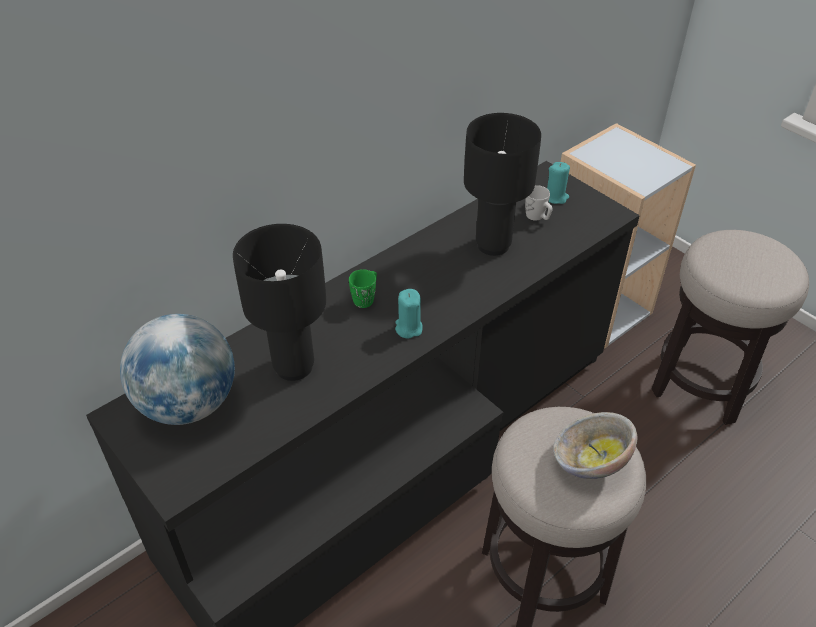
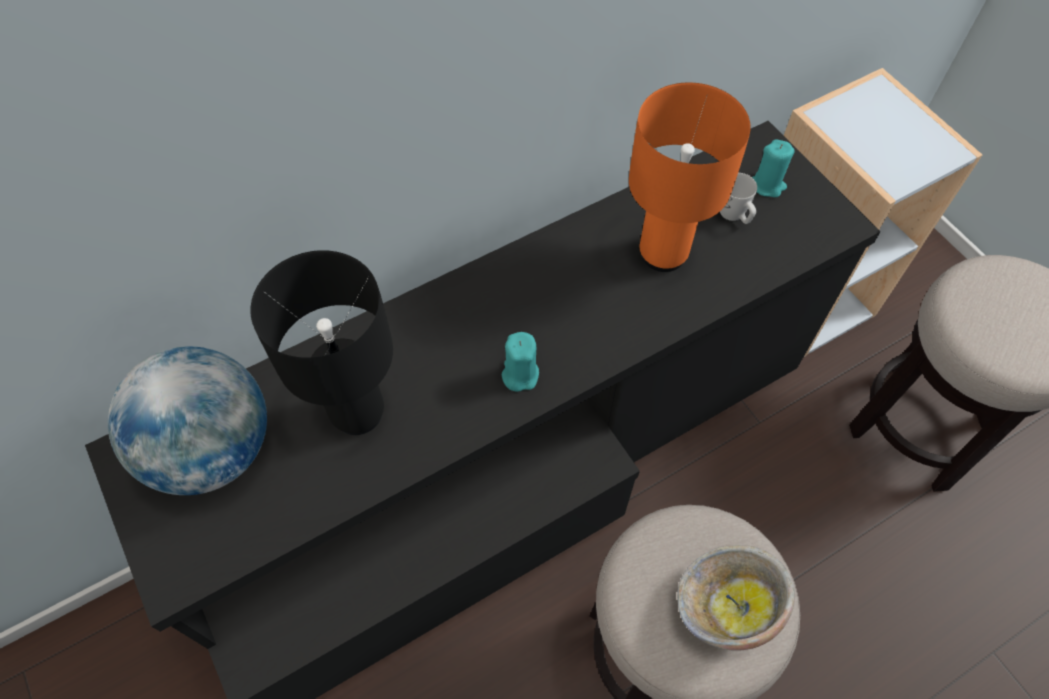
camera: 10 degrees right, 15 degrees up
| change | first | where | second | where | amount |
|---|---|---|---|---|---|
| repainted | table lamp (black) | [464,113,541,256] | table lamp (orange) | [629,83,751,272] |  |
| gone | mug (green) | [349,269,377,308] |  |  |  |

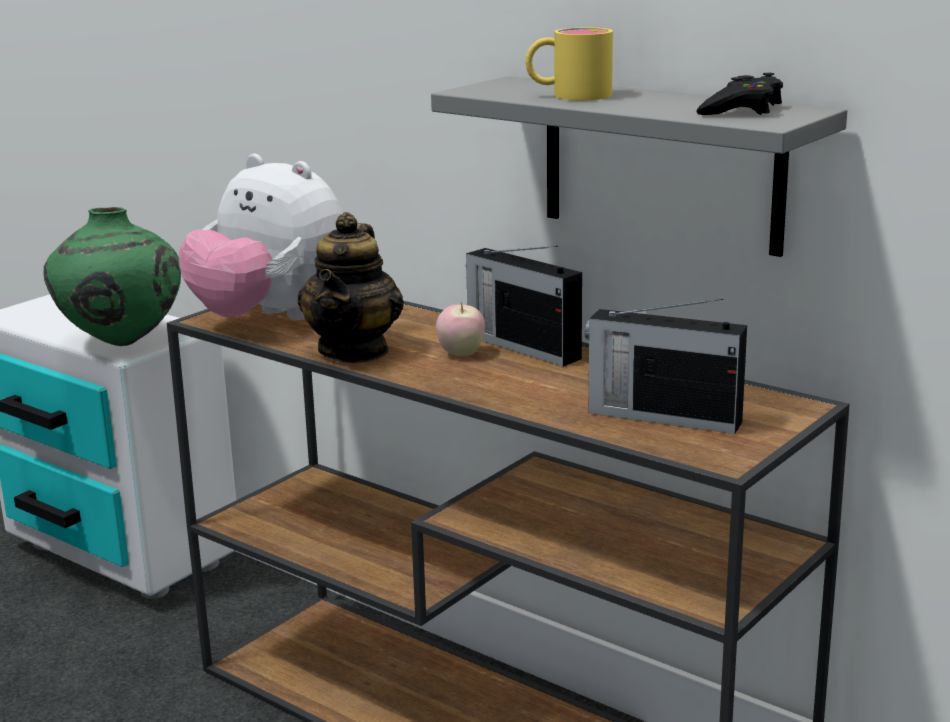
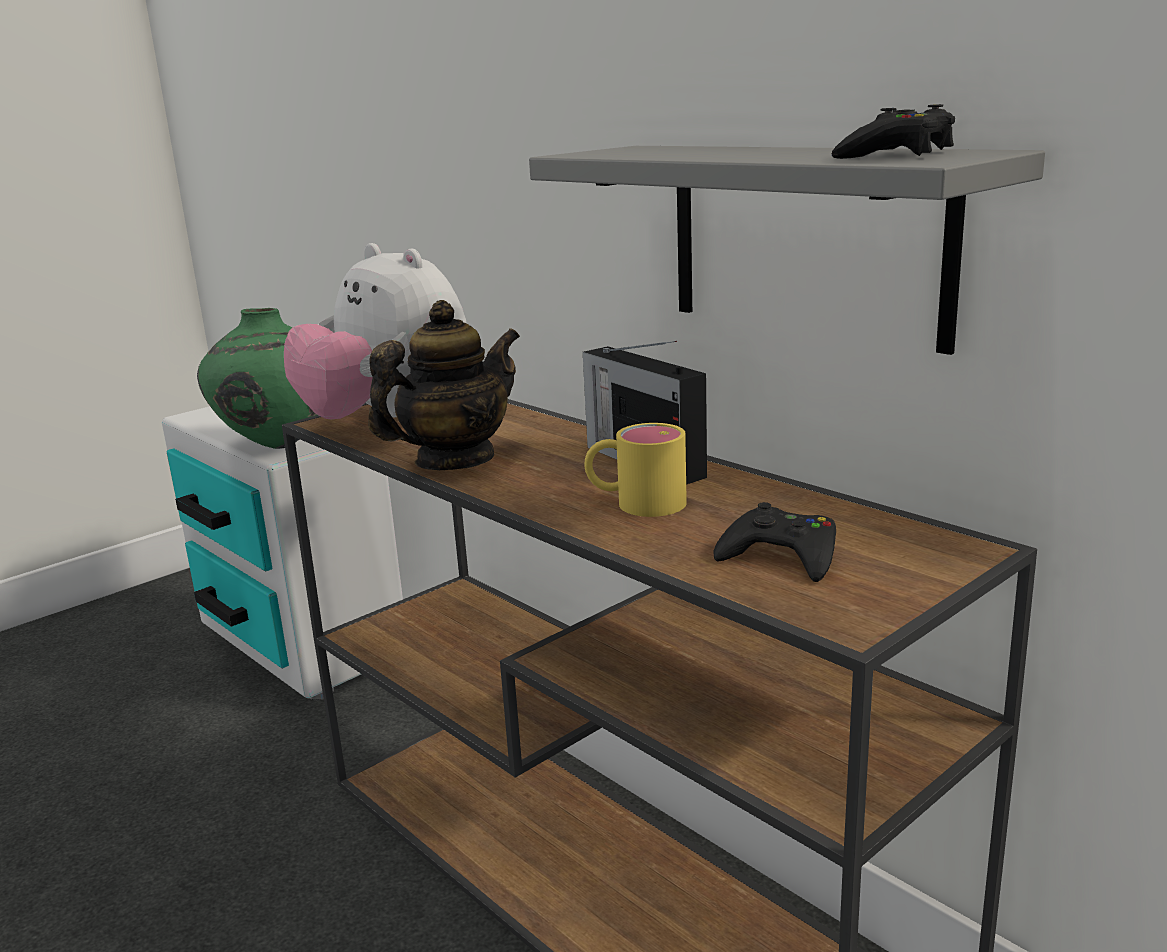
camera: 10 degrees right, 0 degrees up
| change | first | where | second | where | amount |
|---|---|---|---|---|---|
| shifted | mug (yellow) | [525,27,613,100] |  | [584,423,687,517] |  |
| rotated | teapot | [297,212,404,363] |  | [368,300,520,470] | 150 degrees counterclockwise |
| swapped | radio | [585,299,747,434] | game controller (black) | [713,502,836,582] |  |
| gone | apple | [436,302,485,356] |  |  |  |

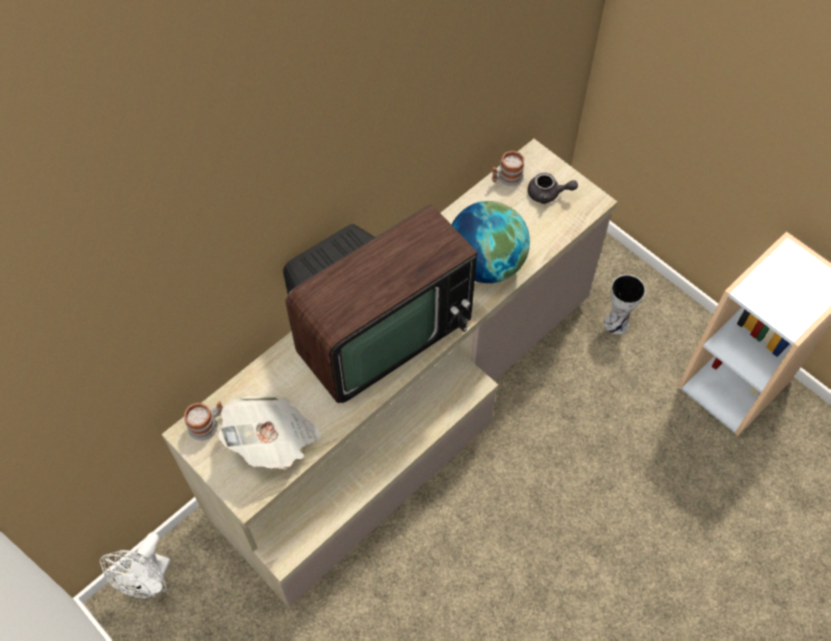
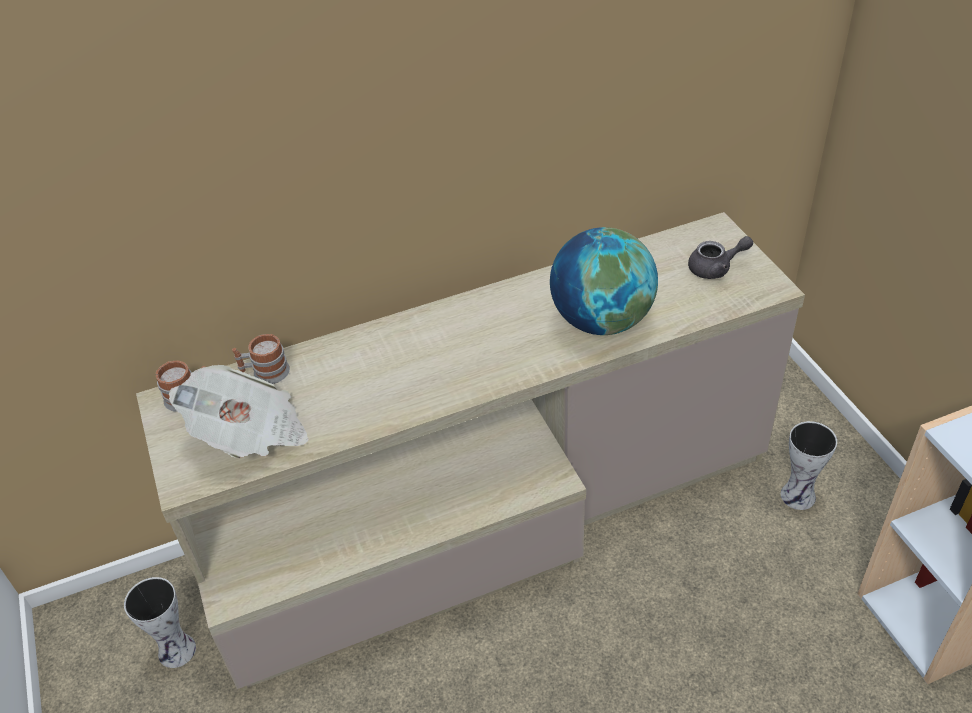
camera: 25 degrees right, 15 degrees down
| change | first | where | second | where | amount |
|---|---|---|---|---|---|
| shifted | mug | [492,151,525,186] |  | [232,334,290,384] |  |
| rotated | teapot (grey) | [528,172,578,204] |  | [688,236,753,279] | 45 degrees counterclockwise |
| gone | television | [283,204,477,403] |  |  |  |
| gone | fan (white) | [100,532,171,598] |  |  |  |
| new |  |  | vase | [124,577,196,668] |  |

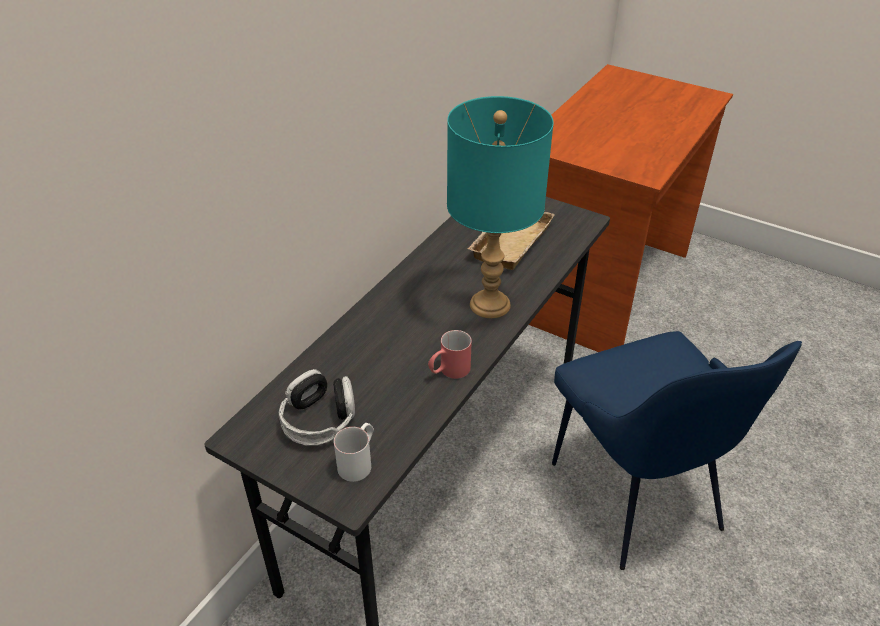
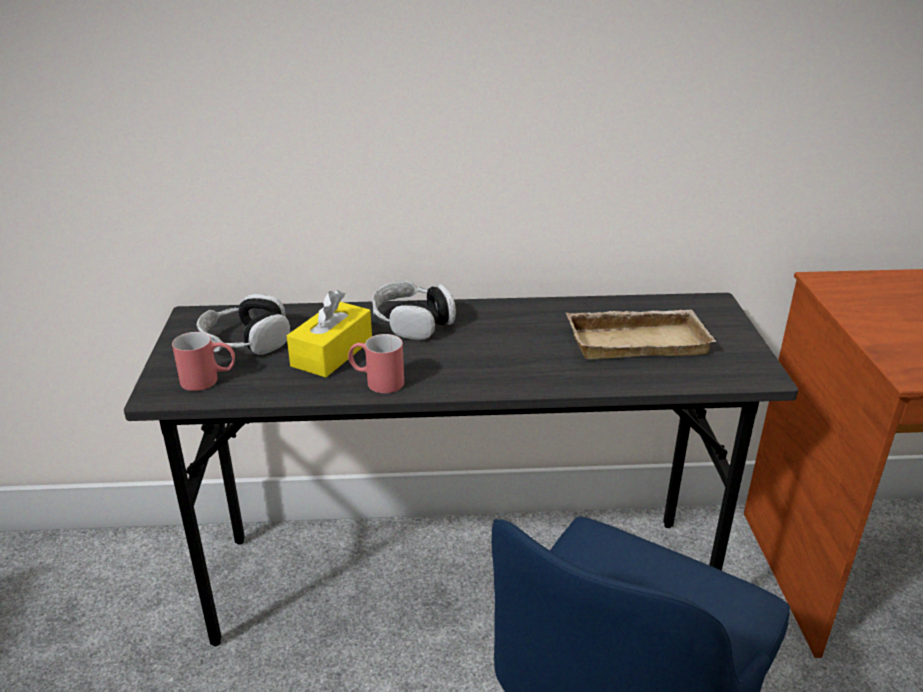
camera: 55 degrees right, 10 degrees down
| change | first | where | second | where | amount |
|---|---|---|---|---|---|
| gone | table lamp (turquoise) | [447,96,554,318] |  |  |  |
| repainted | mug (white) | [334,423,374,482] | mug (red) | [172,332,235,391] |  |
| new |  |  | headphones | [372,281,456,340] |  |
| new |  |  | tissue box (yellow) | [287,290,372,377] |  |

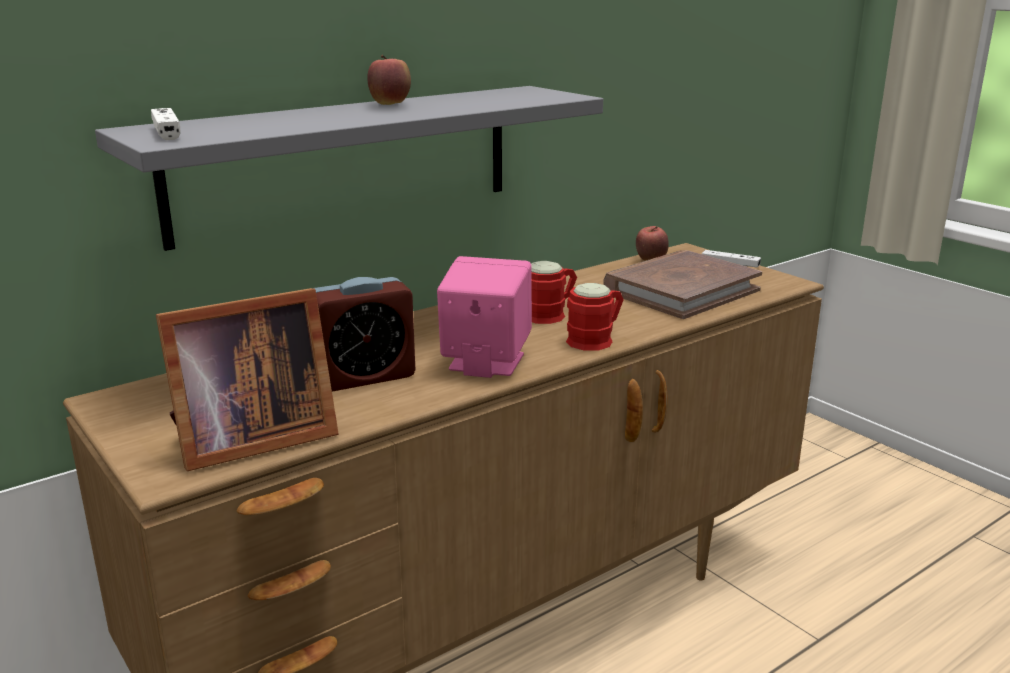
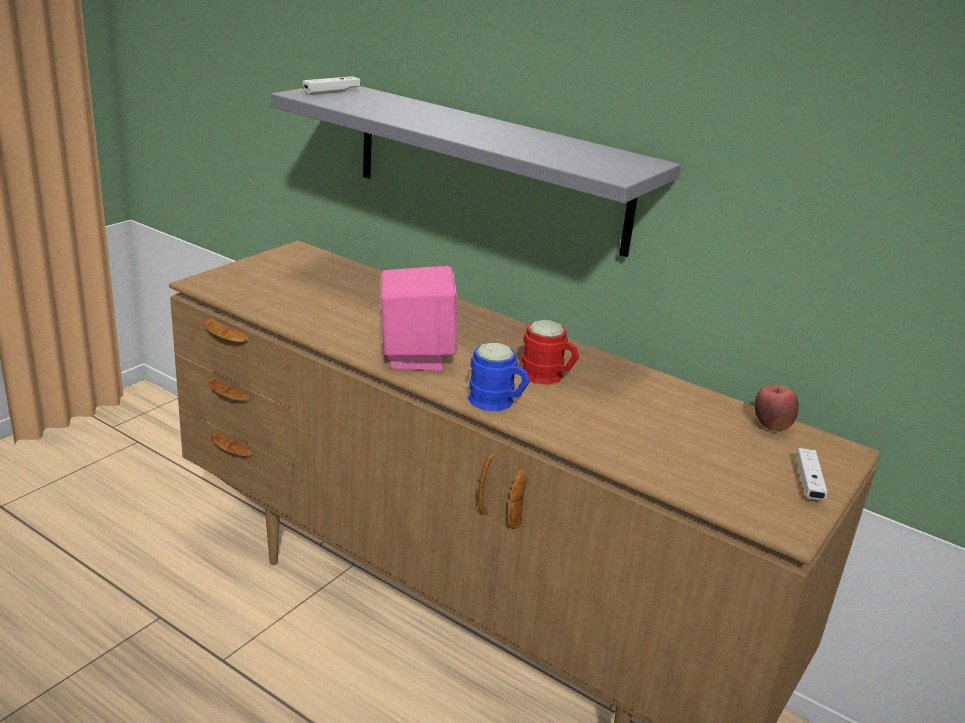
camera: 70 degrees right, 5 degrees up
| change | first | where | second | where | amount |
|---|---|---|---|---|---|
| gone | apple | [367,55,411,105] |  |  |  |
| gone | book (brown) | [603,250,762,319] |  |  |  |
| gone | alarm clock | [314,277,415,392] |  |  |  |
| repainted | mug (red) | [566,283,624,350] | mug (blue) | [468,342,530,411] |  |
| gone | picture frame | [156,288,339,471] |  |  |  |

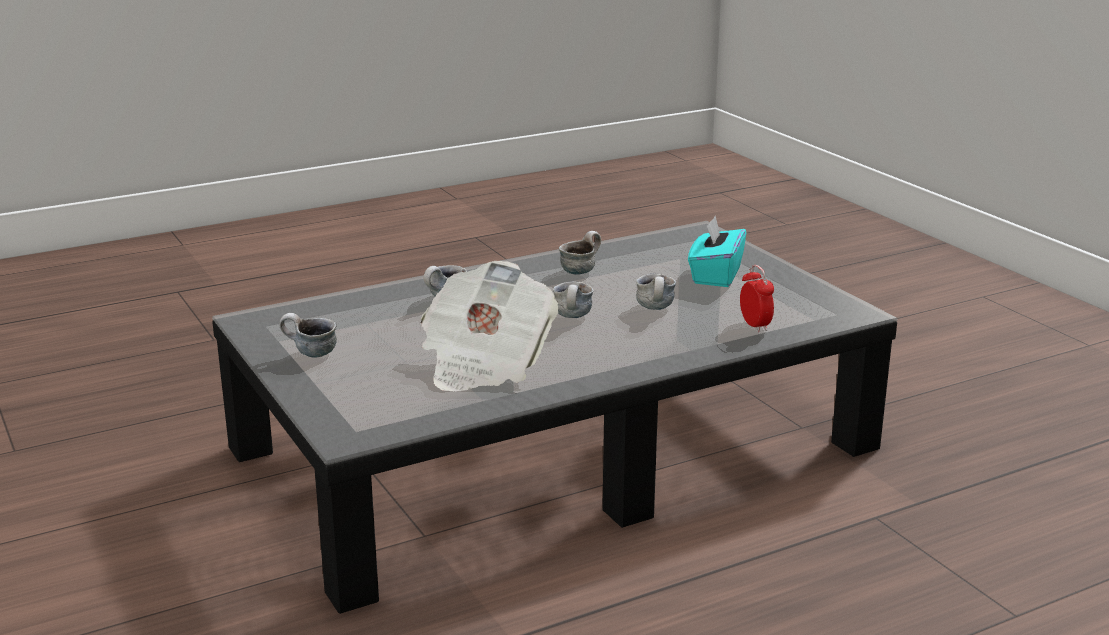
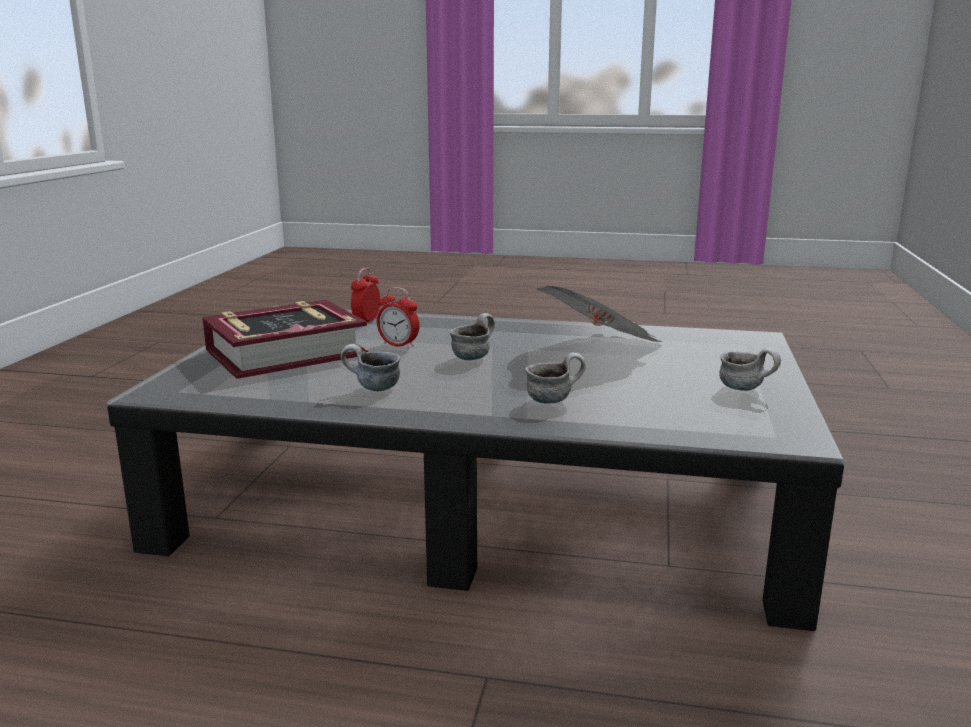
camera: 140 degrees left, 5 degrees down
| change | first | where | second | where | amount |
|---|---|---|---|---|---|
| swapped | tissue box (turquoise) | [688,216,746,287] | book | [202,300,368,379] |  |
| swapped | mug | [636,274,676,310] | alarm clock | [377,287,420,349] |  |

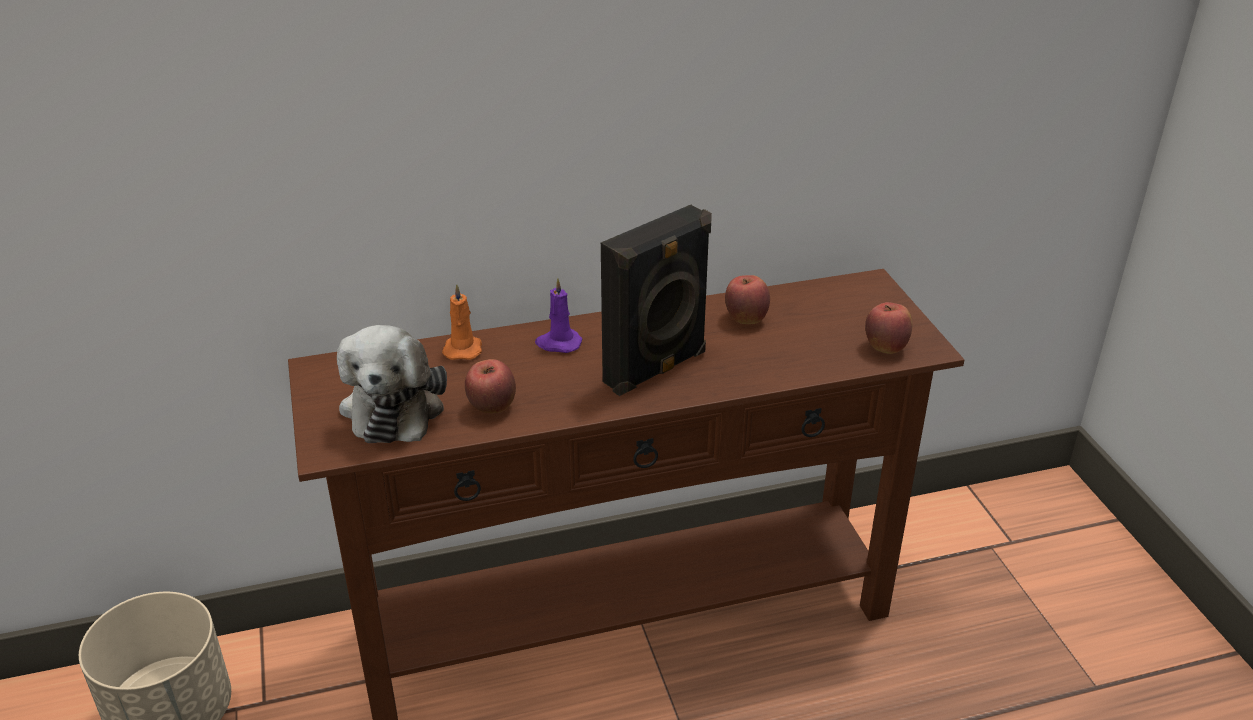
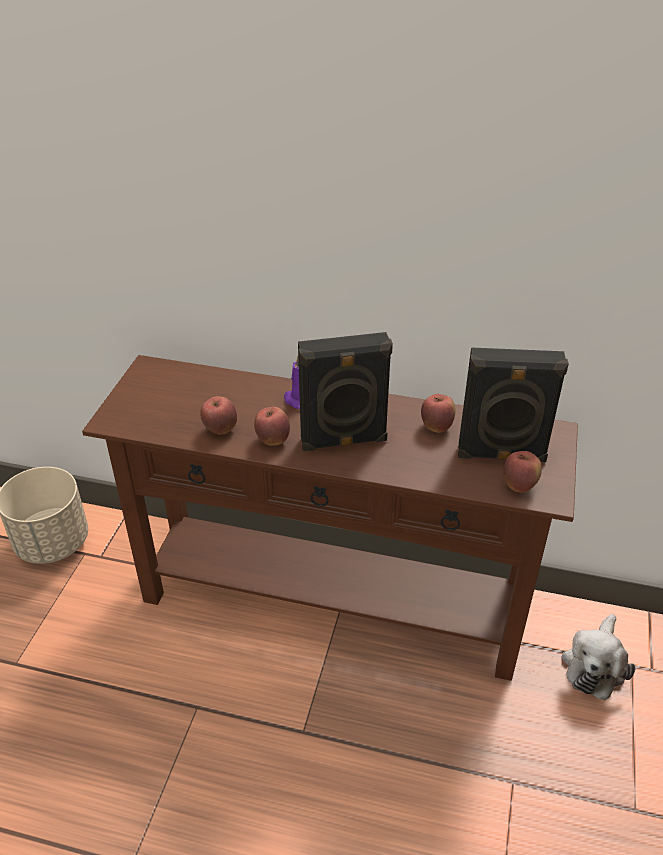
camera: 30 degrees right, 5 degrees up
| change | first | where | second | where | amount |
|---|---|---|---|---|---|
| gone | candle (orange) | [442,284,482,360] |  |  |  |
| shifted | plush toy | [337,325,447,443] |  | [562,614,636,700] |  |
| new |  |  | speaker (black) | [458,347,569,462] |  |
| new |  |  | apple | [254,407,290,446] |  |

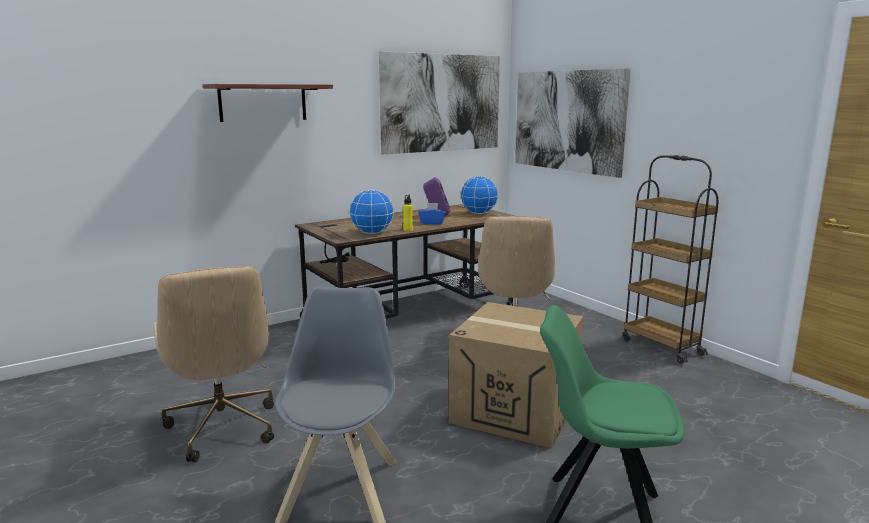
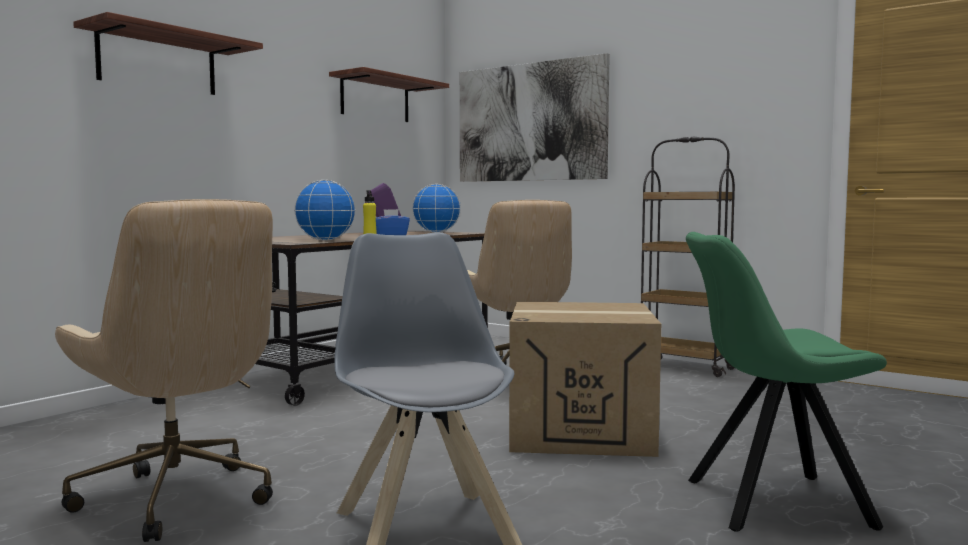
camera: 20 degrees left, 10 degrees down
| change | first | where | second | where | amount |
|---|---|---|---|---|---|
| swapped | picture | [379,51,500,154] | shelf | [329,67,449,122] |  |

